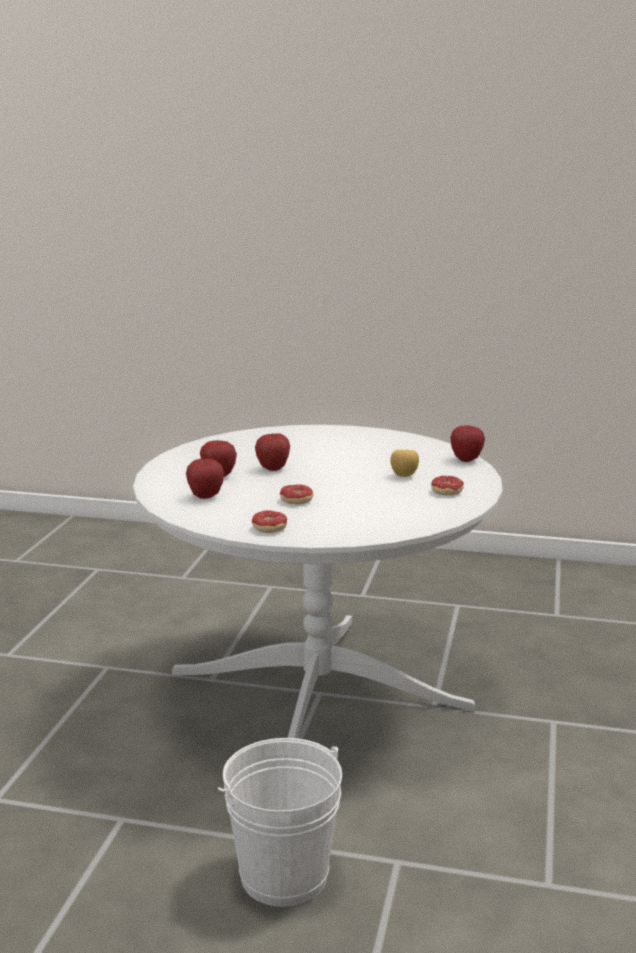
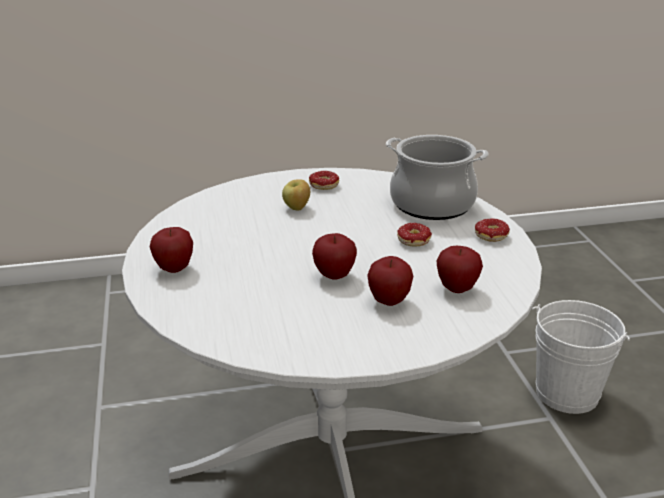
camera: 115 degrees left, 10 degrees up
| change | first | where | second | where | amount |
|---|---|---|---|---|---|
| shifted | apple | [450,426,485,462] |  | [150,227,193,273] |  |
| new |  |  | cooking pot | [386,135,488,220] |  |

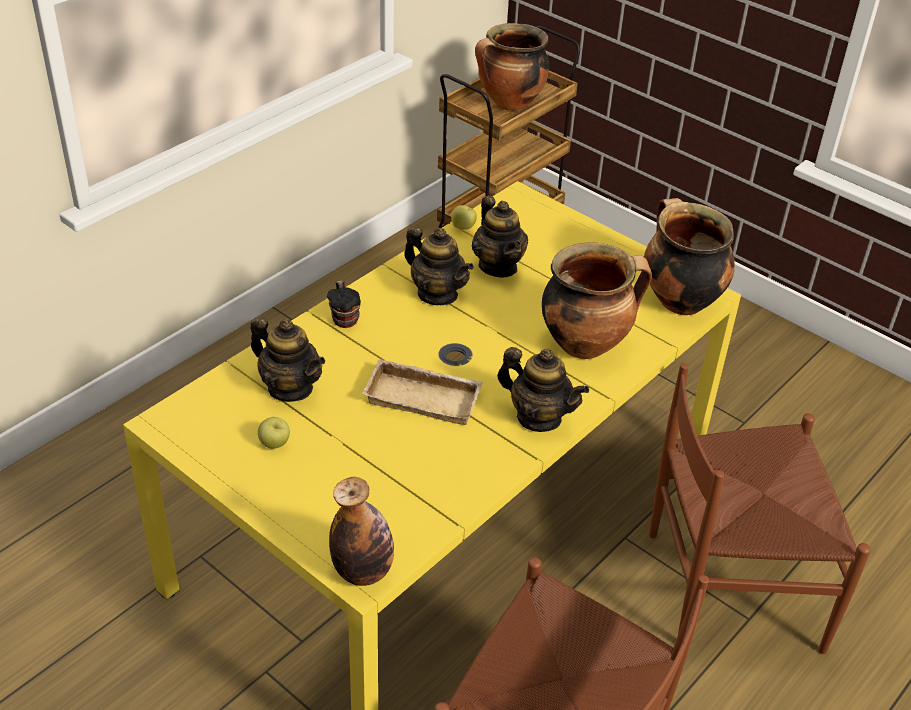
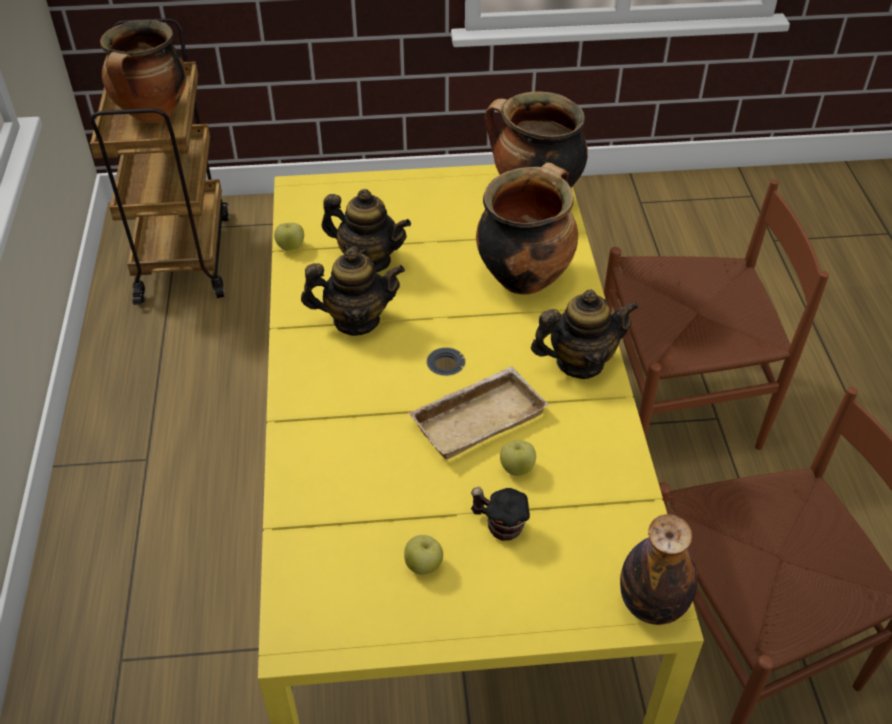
camera: 45 degrees left, 5 degrees up
| change | first | where | second | where | amount |
|---|---|---|---|---|---|
| shifted | mug | [327,280,361,328] |  | [471,487,530,541] |  |
| gone | teapot | [250,317,325,402] |  |  |  |
| rotated | chair (brown) | [649,363,871,654] |  | [604,179,829,450] | 135 degrees counterclockwise |
| new |  |  | apple | [500,440,536,476] |  |

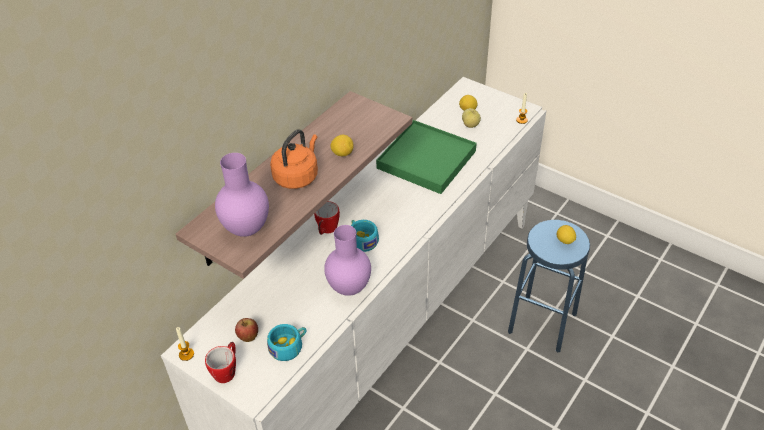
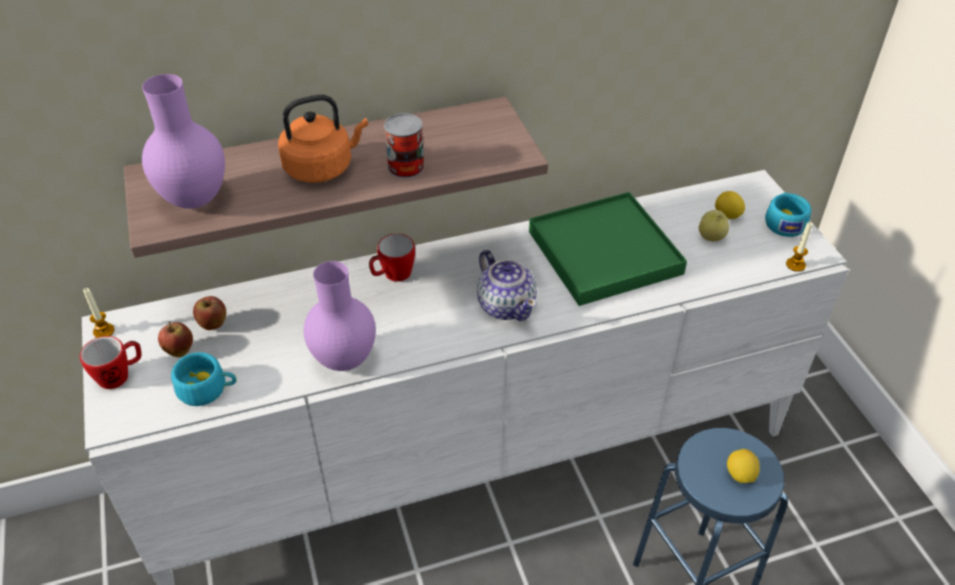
camera: 35 degrees right, 0 degrees up
| change | first | where | second | where | amount |
|---|---|---|---|---|---|
| swapped | lemon | [331,135,354,156] | can | [384,113,425,178] |  |
| shifted | cup (turquoise) | [351,220,379,252] |  | [765,192,811,237] |  |
| new |  |  | teapot | [477,250,537,321] |  |
| new |  |  | apple | [193,296,226,330] |  |

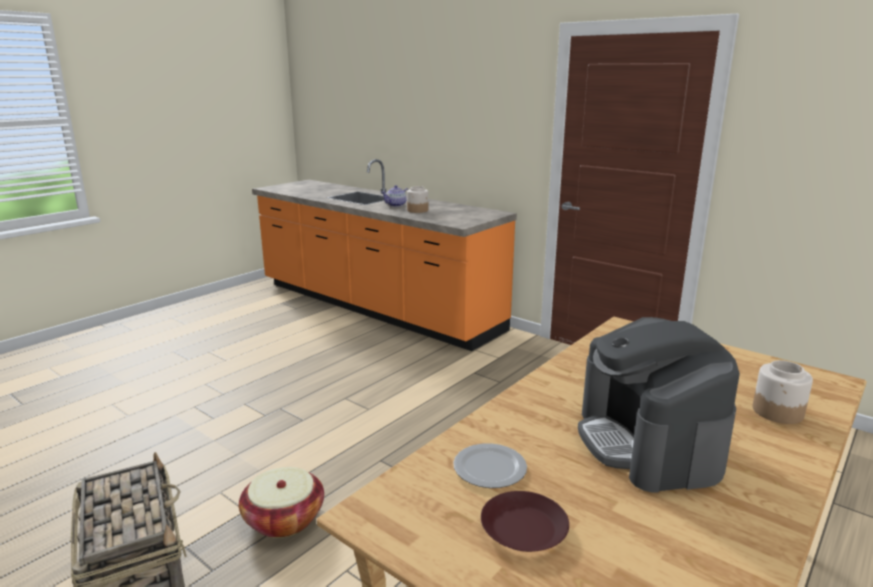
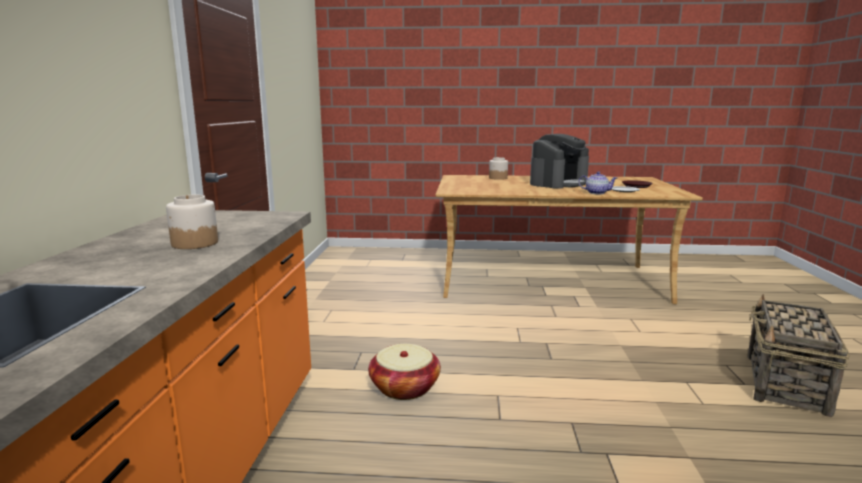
camera: 125 degrees left, 5 degrees down
| change | first | where | second | where | amount |
|---|---|---|---|---|---|
| shifted | teapot | [381,185,409,207] |  | [578,171,617,194] |  |
| shifted | basket | [239,467,324,538] |  | [368,344,441,400] |  |

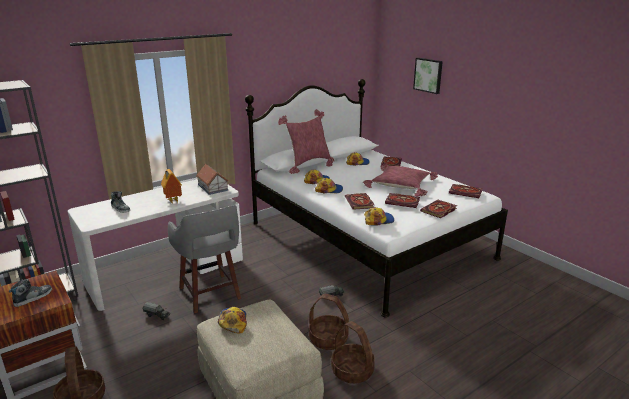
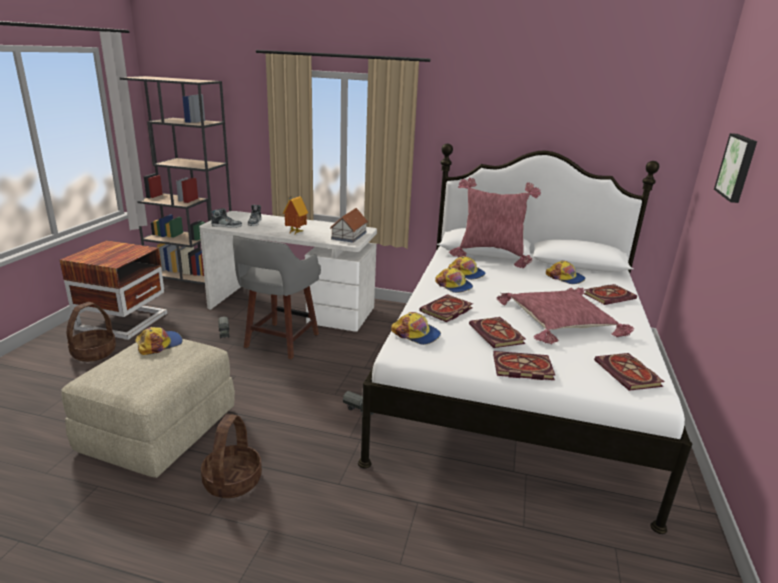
camera: 50 degrees right, 0 degrees up
| change | first | where | second | where | amount |
|---|---|---|---|---|---|
| shifted | shoe | [9,279,52,307] |  | [210,208,242,228] |  |
| gone | basket | [309,294,349,350] |  |  |  |

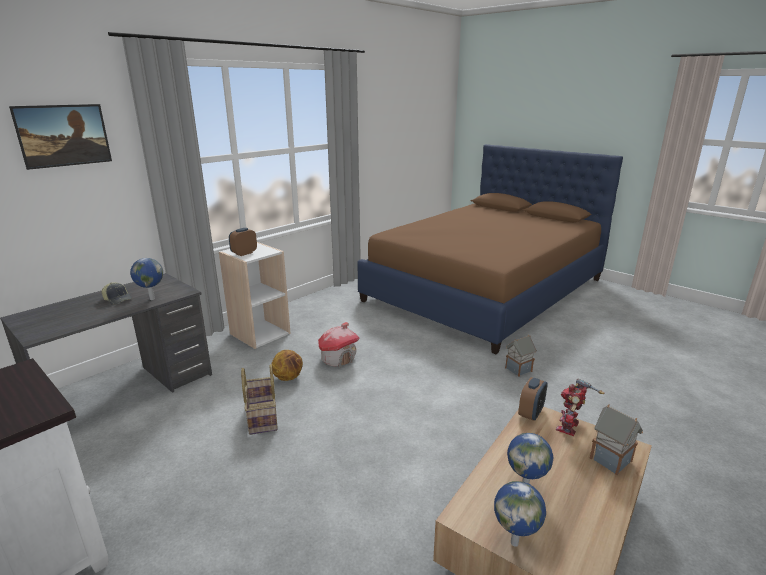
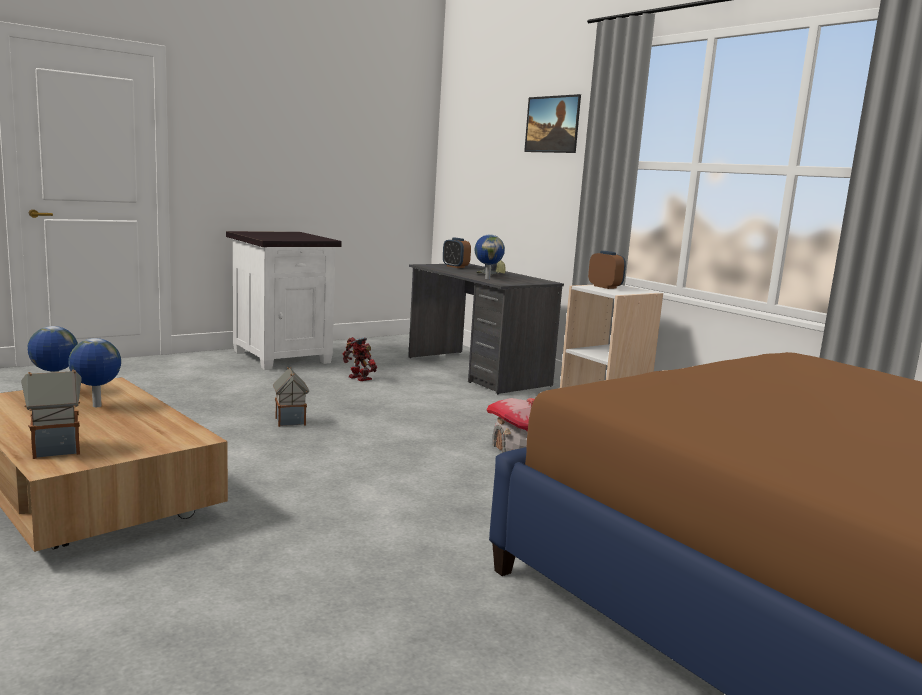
camera: 100 degrees right, 10 degrees down
| change | first | where | second | where | amount |
|---|---|---|---|---|---|
| shifted | toy house | [505,335,537,377] |  | [273,367,309,427] |  |
| gone | basketball | [271,350,303,381] |  |  |  |
| gone | basket | [241,364,278,435] |  |  |  |
| shifted | alarm clock | [518,377,547,421] |  | [443,238,471,268] |  |
| shifted | toy robot | [556,378,604,436] |  | [342,337,377,381] |  |

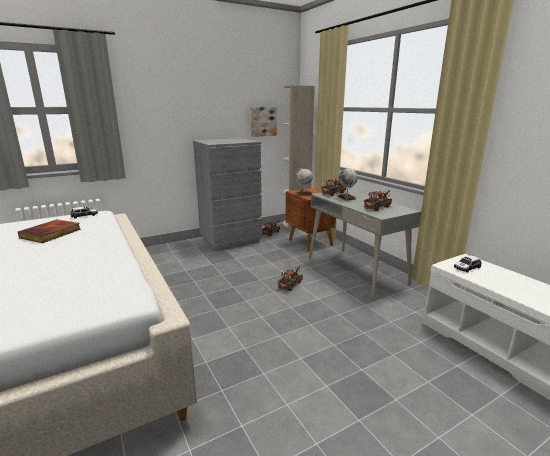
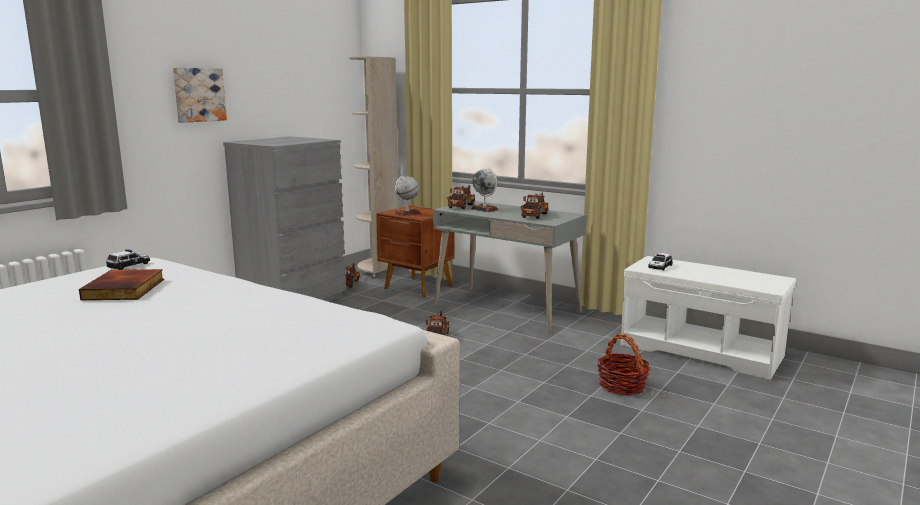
camera: 25 degrees left, 5 degrees down
| change | first | where | second | where | amount |
|---|---|---|---|---|---|
| shifted | picture | [251,107,277,137] |  | [173,68,227,123] |  |
| new |  |  | basket | [597,334,650,395] |  |

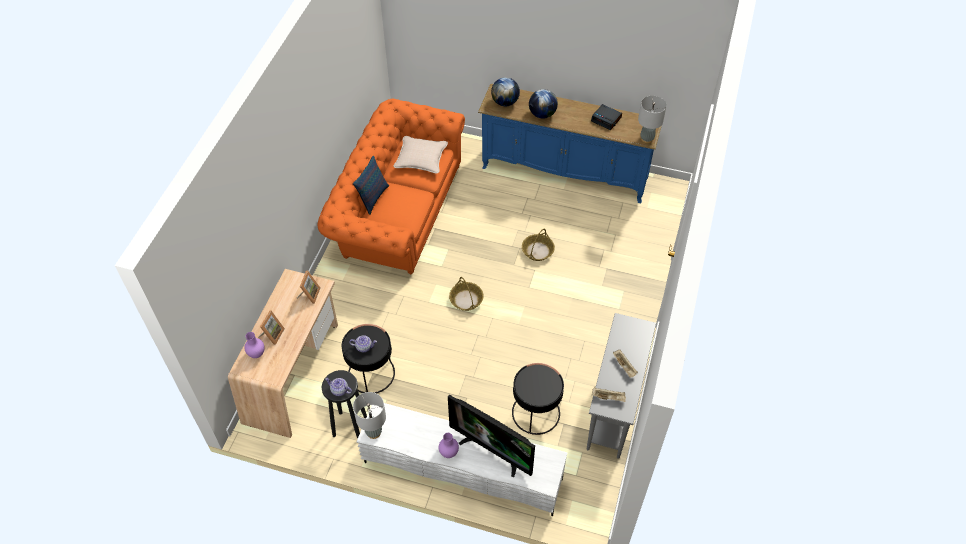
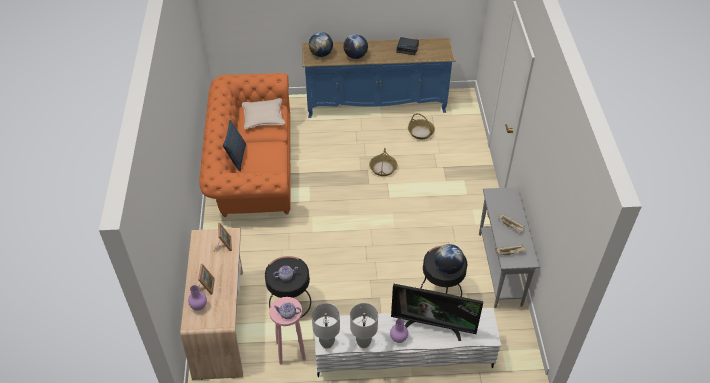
camera: 20 degrees left, 5 degrees down
| change | first | where | second | where | amount |
|---|---|---|---|---|---|
| shifted | table lamp (grey) | [638,96,667,143] |  | [350,303,378,348] |  |
| shifted | basket | [449,277,484,311] |  | [408,113,435,139] |  |
| repainted | stool (black) | [322,370,367,439] | stool (pink) | [269,297,306,365] |  |
| new |  |  | globe | [434,244,465,274] |  |

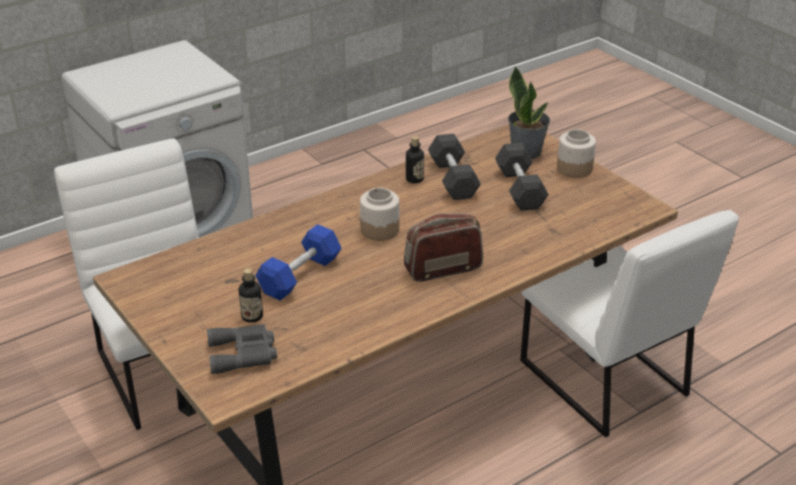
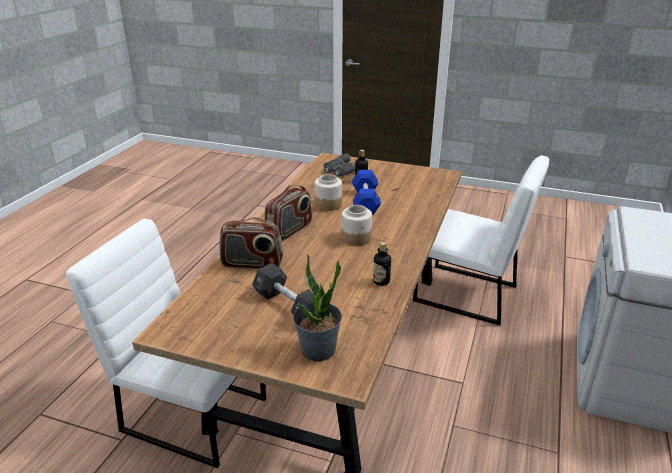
camera: 145 degrees right, 5 degrees down
| change | first | where | second | where | amount |
|---|---|---|---|---|---|
| shifted | jar | [557,129,596,178] |  | [315,174,342,211] |  |
| gone | dumbbell (black) | [428,134,481,200] |  |  |  |
| new |  |  | radio | [220,217,283,269] |  |

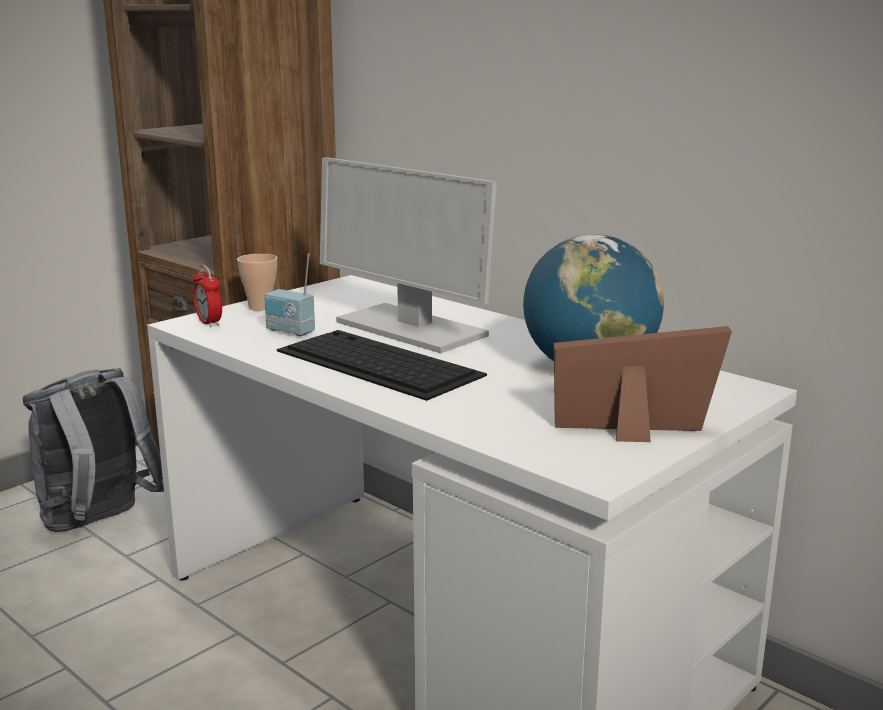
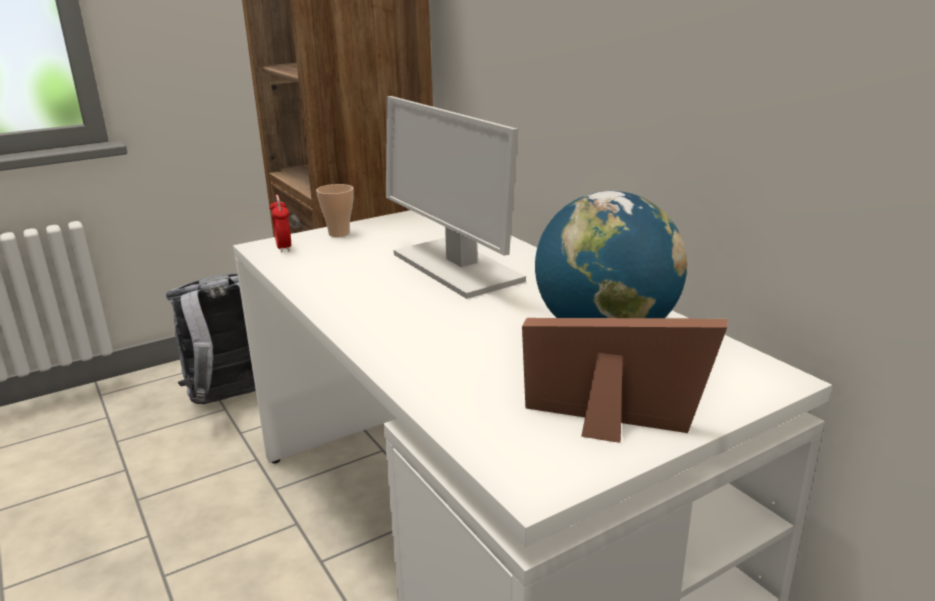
camera: 15 degrees right, 5 degrees up
| change | first | where | second | where | amount |
|---|---|---|---|---|---|
| gone | radio | [264,253,315,336] |  |  |  |
| gone | keyboard | [277,330,487,401] |  |  |  |

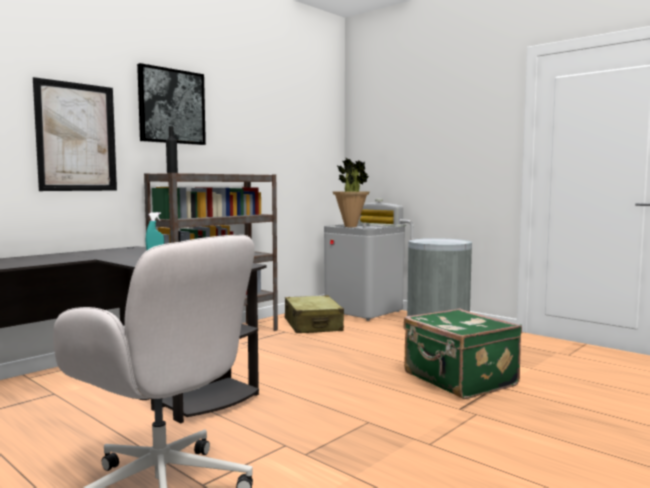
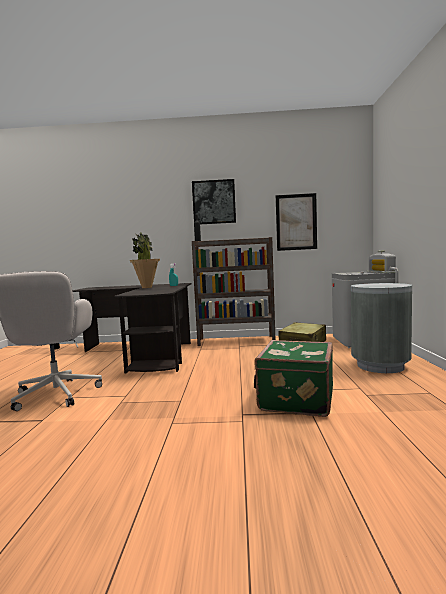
camera: 50 degrees right, 0 degrees up
| change | first | where | second | where | amount |
|---|---|---|---|---|---|
| shifted | picture | [33,77,117,191] |  | [276,193,317,251] |  |
| shifted | potted plant | [333,157,369,227] |  | [130,233,160,288] |  |

